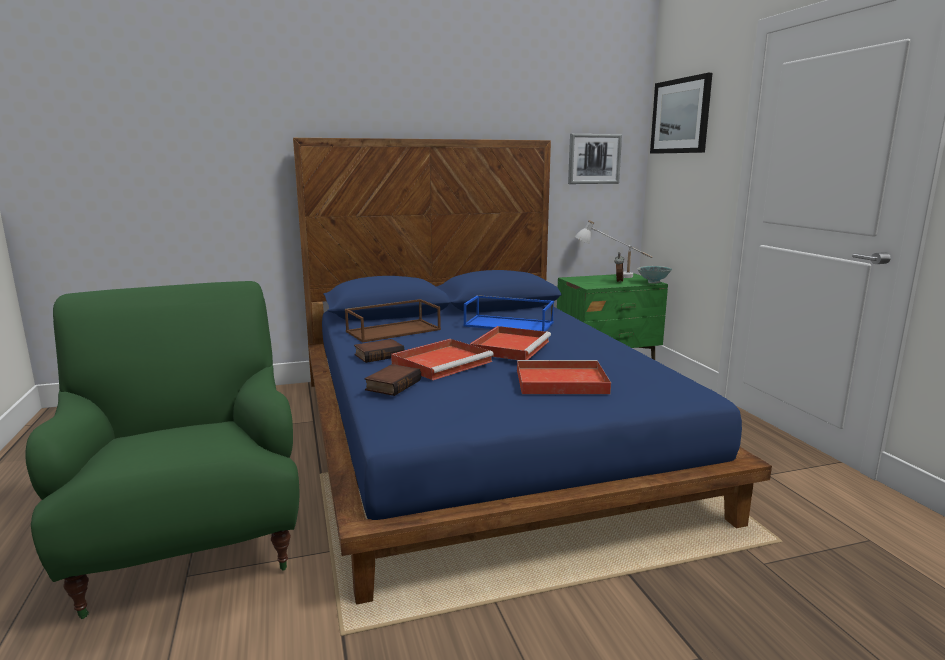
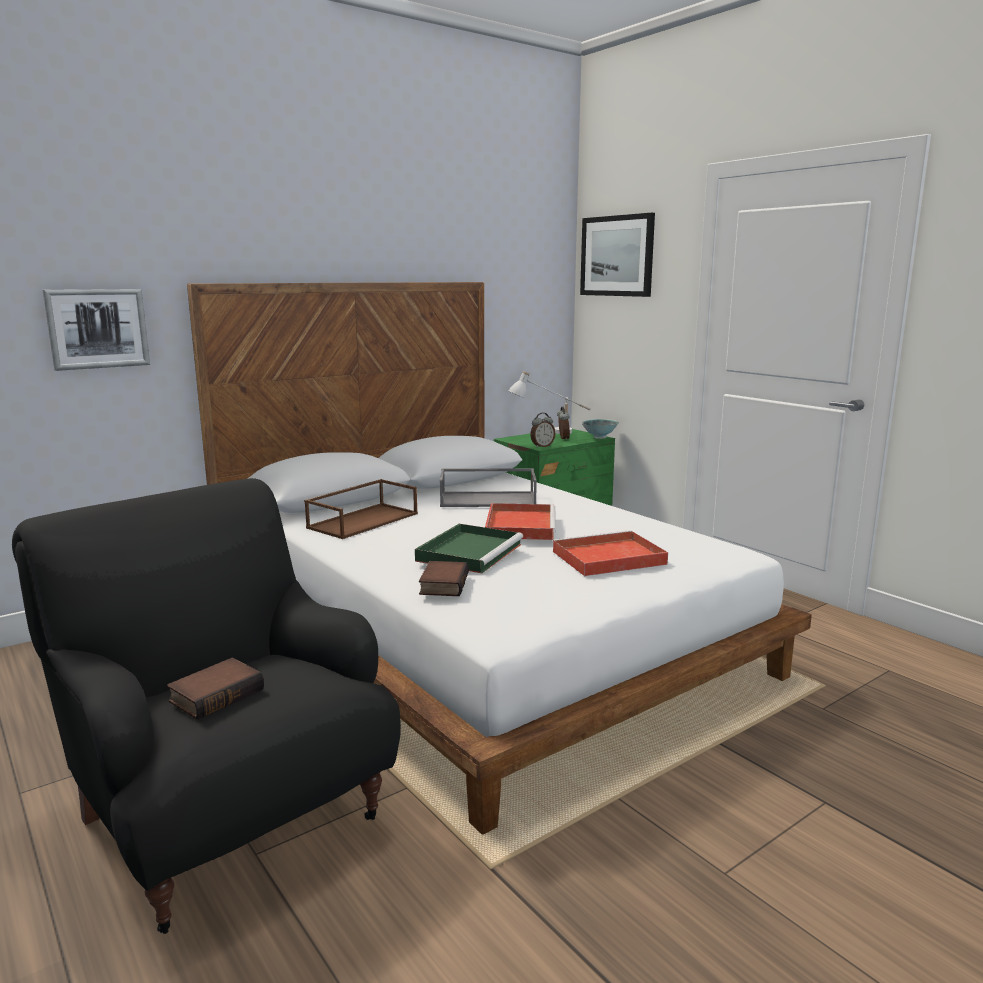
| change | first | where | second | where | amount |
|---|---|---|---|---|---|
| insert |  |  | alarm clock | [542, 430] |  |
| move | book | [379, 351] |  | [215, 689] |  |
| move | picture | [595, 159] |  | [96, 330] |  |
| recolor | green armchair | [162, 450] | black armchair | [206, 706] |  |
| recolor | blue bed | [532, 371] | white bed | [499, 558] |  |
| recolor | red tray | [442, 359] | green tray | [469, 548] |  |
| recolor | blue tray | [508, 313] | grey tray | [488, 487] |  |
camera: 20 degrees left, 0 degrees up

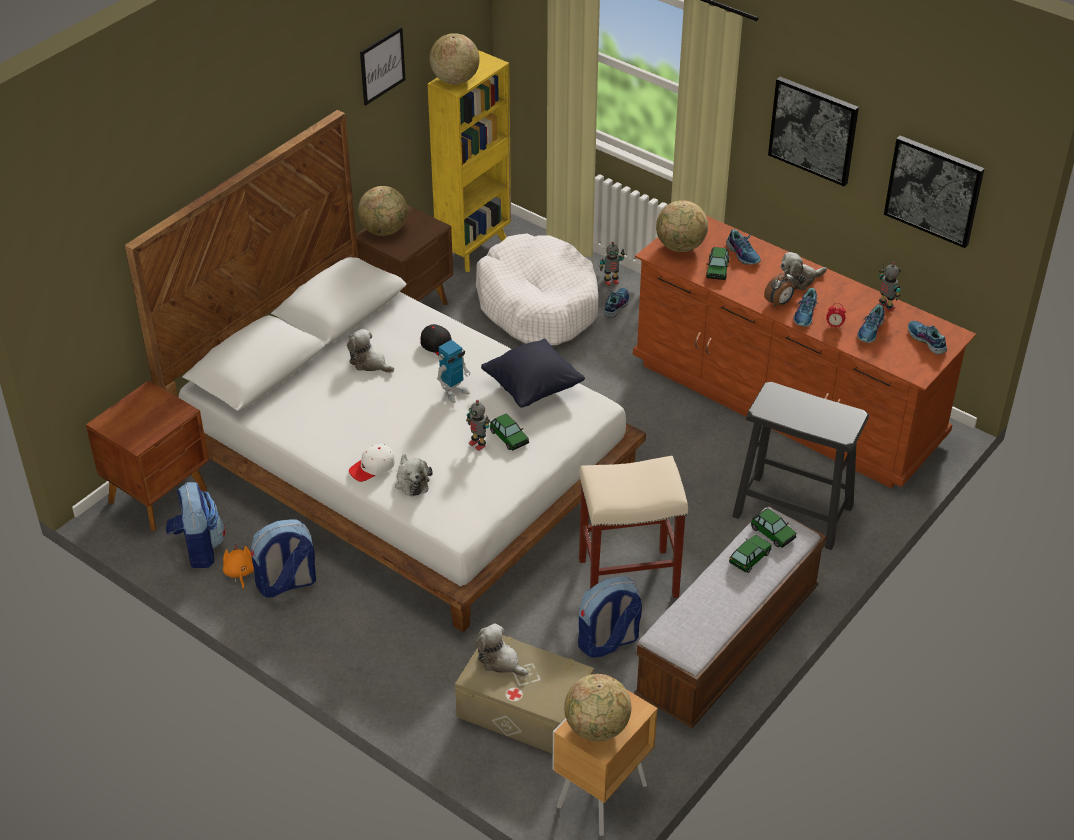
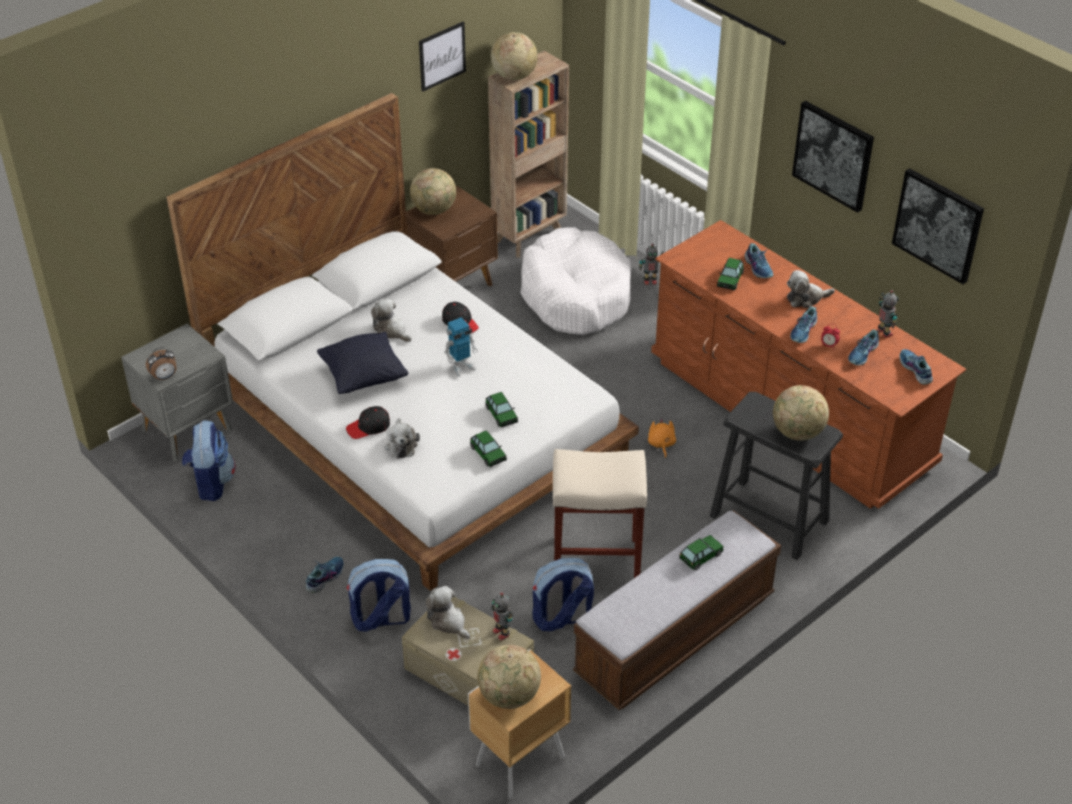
| change | first | where | second | where | amount |
|---|---|---|---|---|---|
| move | orange plush toy | [238, 567] |  | [662, 438] |  |
| move | backpack | [283, 559] |  | [379, 595] |  |
| move | toy robot | [478, 425] |  | [502, 616] |  |
| move | black pillow | [533, 373] |  | [362, 363] |  |
| move | shoe | [616, 303] |  | [325, 575] |  |
| move | globe | [682, 226] |  | [801, 413] |  |
| move | toy car | [773, 528] |  | [488, 448] |  |
| move | alarm clock | [779, 288] |  | [161, 364] |  |
| recolor | brown nightstand | [147, 455] | grey nightstand | [177, 393] |  |
| recolor | white cap | [372, 463] | black cap | [368, 422] |  |
| recolor | yellow bookcase | [469, 161] | brown bookcase | [528, 154] |  |
camera: 10 degrees right, 0 degrees up

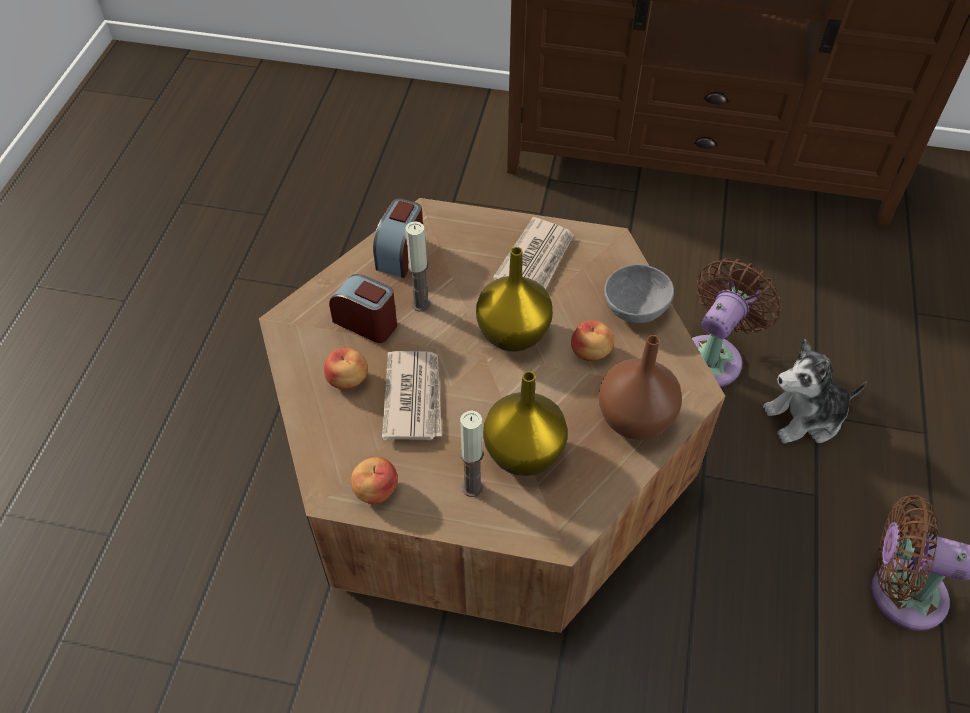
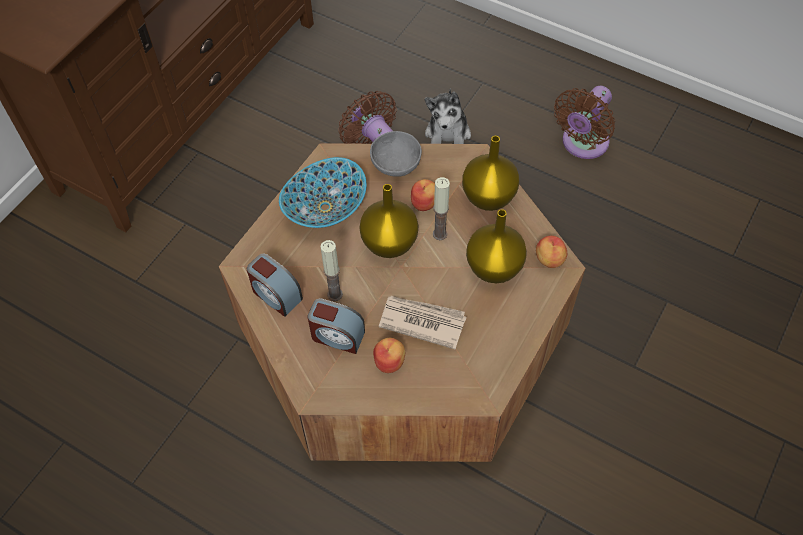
| change | first | where | second | where | amount |
|---|---|---|---|---|---|
| move | apple | [374, 480] |  | [551, 252] |  |
| move | candle | [472, 454] |  | [441, 208] |  |
| replace | newspaper | [533, 253] | bowl | [323, 192] |  |
| recolor | brown vase | [640, 387] | yellow vase | [490, 173] |  |
| rotate | alarm clock | [363, 308] |  | [336, 326] | 120 degrees counterclockwise |
camera: 70 degrees left, 5 degrees up

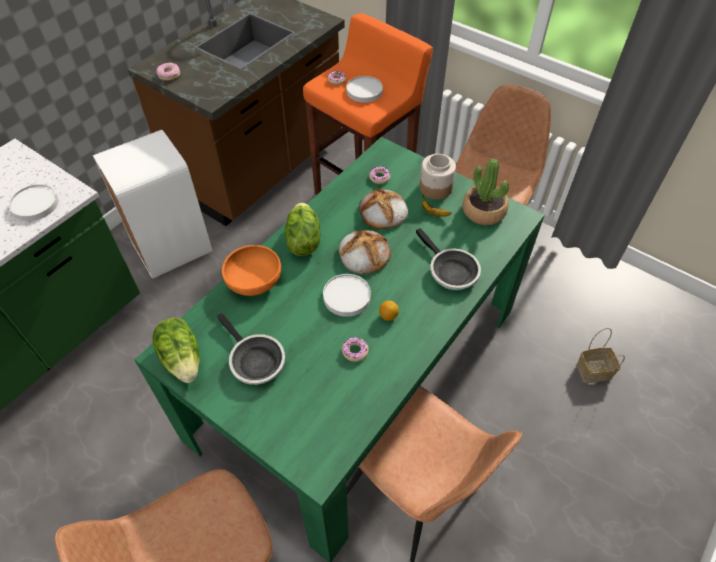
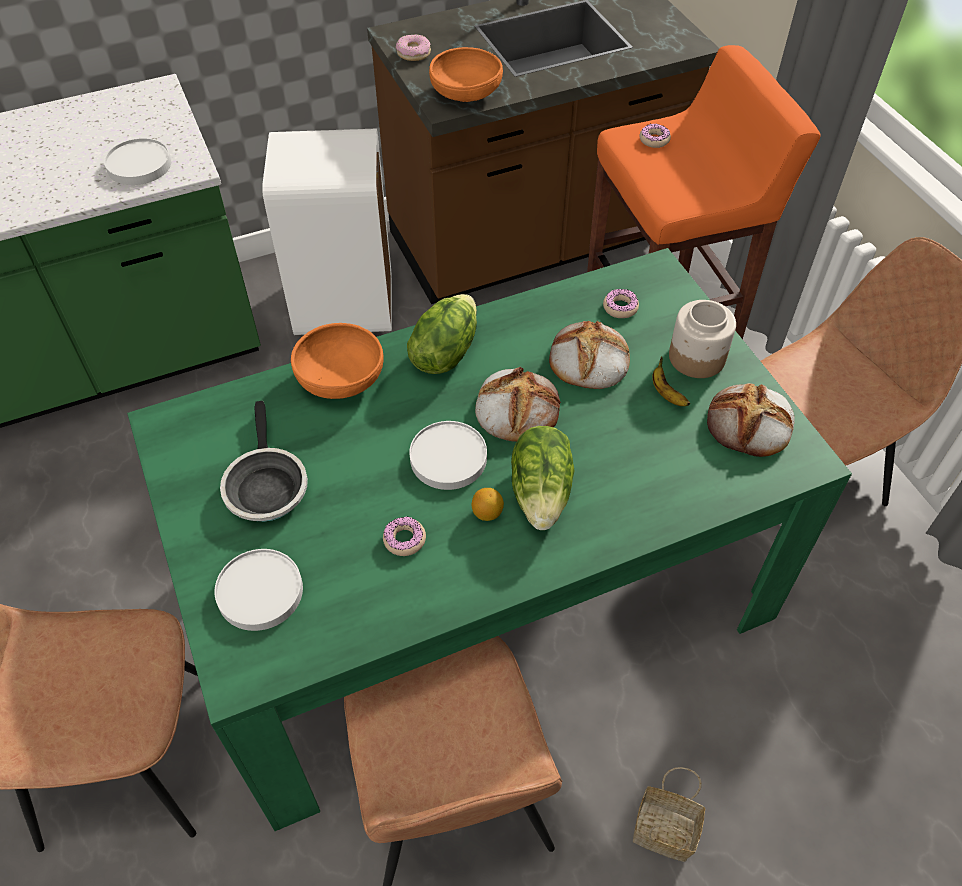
| change | first | where | second | where | amount |
|---|---|---|---|---|---|
| delete | frying pan | [448, 259] |  |  |  |
| insert |  |  | orange bowl | [466, 74] |  |
| move | lettuce | [176, 350] |  | [542, 478] |  |
| move | white plate | [364, 89] |  | [258, 590] |  |
| move | basket | [600, 355] |  | [669, 814] |  |
| replace | potted plant | [486, 192] | bread | [751, 420] |  |
camera: 30 degrees right, 0 degrees up

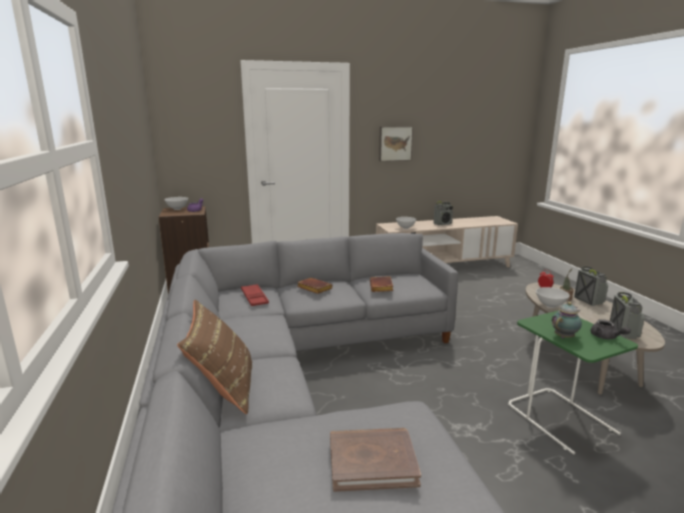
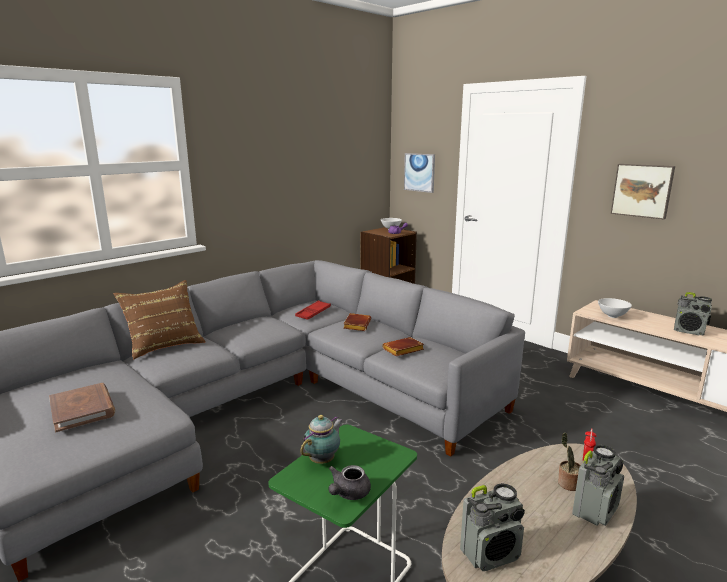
| change | first | where | second | where | amount |
|---|---|---|---|---|---|
| delete | white bowl | [553, 297] |  |  |  |
| insert |  |  | picture | [419, 173] |  |
| rotate | teapot | [567, 320] |  | [321, 439] | 75 degrees counterclockwise |
camera: 60 degrees right, 0 degrees up

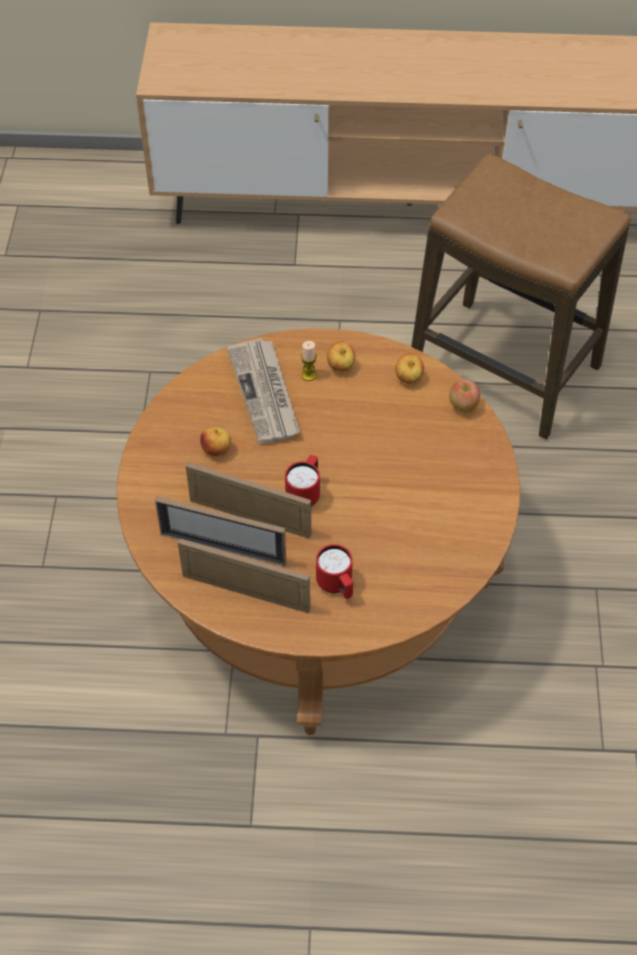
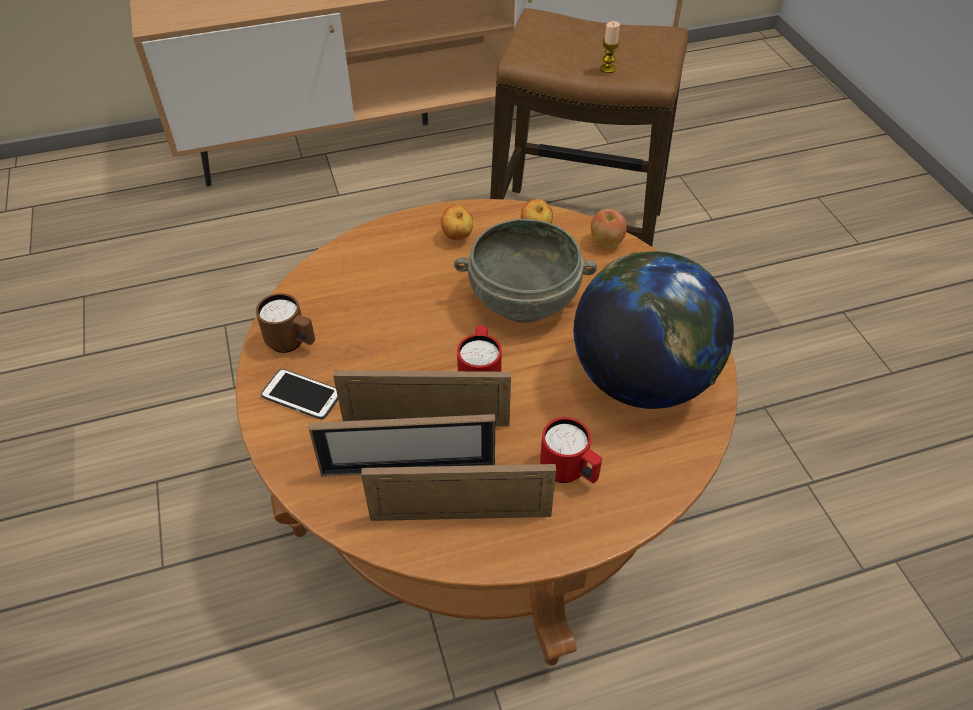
| change | first | where | second | where | amount |
|---|---|---|---|---|---|
| delete | apple | [215, 441] |  |  |  |
| delete | newspaper | [263, 391] |  |  |  |
| insert |  |  | brown mug | [285, 323] |  |
| insert |  |  | phone | [299, 394] |  |
| insert |  |  | grey bowl | [525, 271] |  |
| insert |  |  | globe | [653, 330] |  |
| move | candle | [309, 361] |  | [610, 47] |  |
camera: 20 degrees left, 5 degrees down

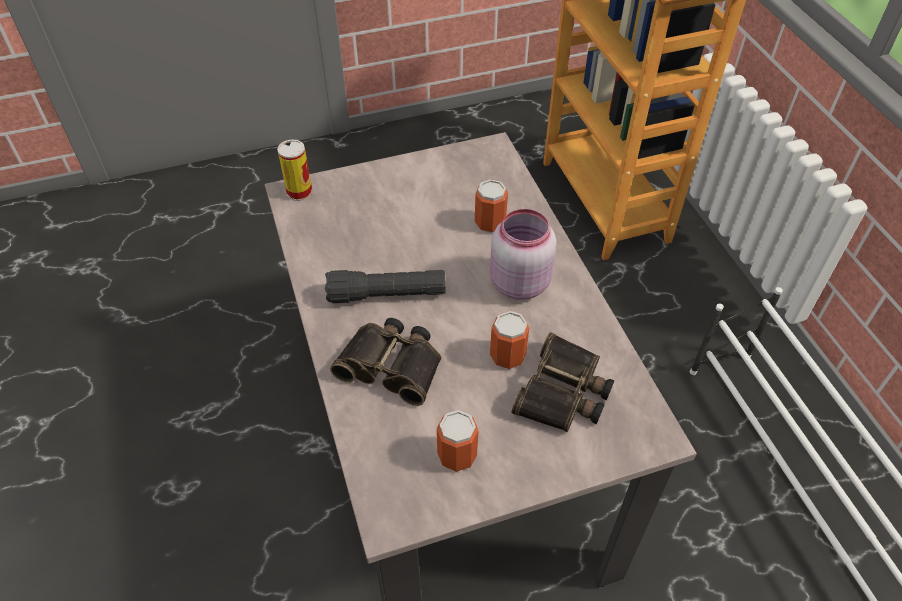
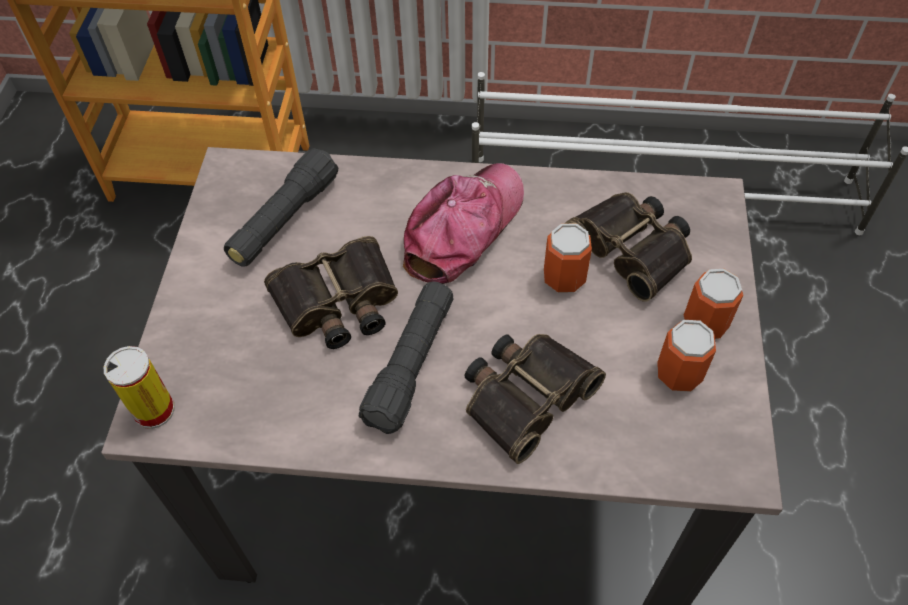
| change | first | where | second | where | amount |
|---|---|---|---|---|---|
| insert |  |  | black flashlight | [281, 207] |  |
| insert |  |  | binoculars | [331, 292] |  |
| move | can | [491, 206] |  | [713, 304] |  |
| replace | pink jar | [523, 254] | cap | [463, 223] |  |
camera: 65 degrees left, 5 degrees up

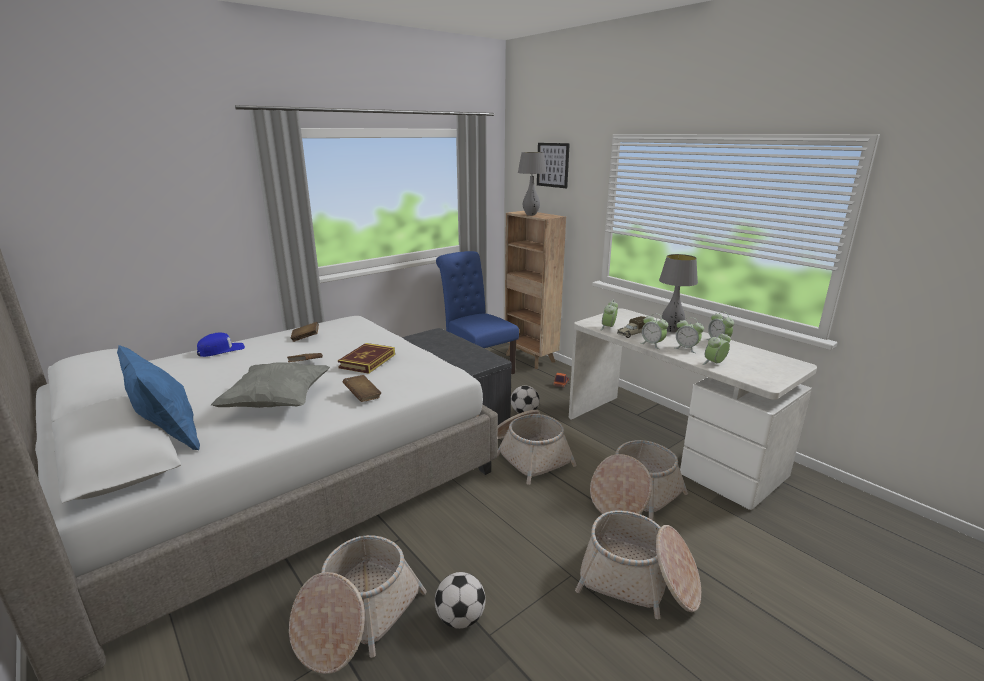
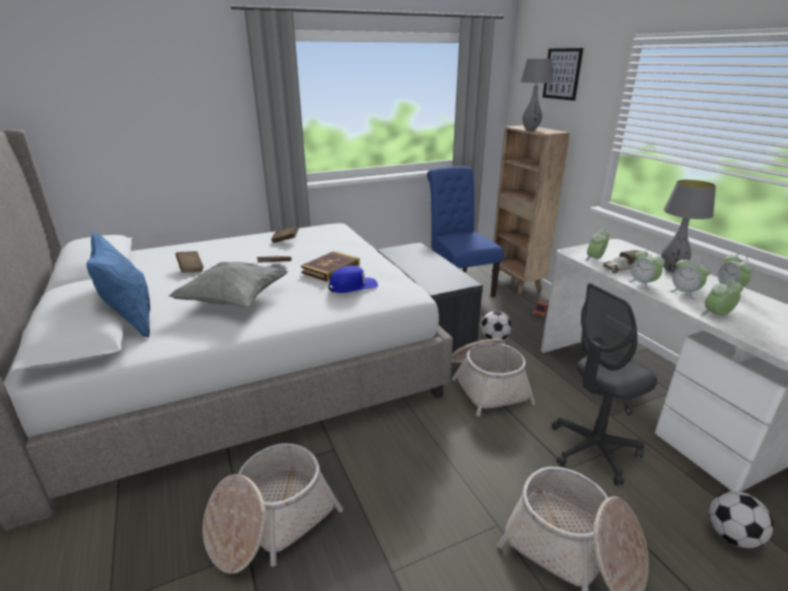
| change | first | where | second | where | amount |
|---|---|---|---|---|---|
| move | blue cap | [221, 345] |  | [353, 279] |  |
| move | brown book | [362, 388] |  | [189, 262] |  |
| move | football | [460, 600] |  | [741, 519] |  |
| replace | basket | [639, 480] | grey office chair | [604, 384] |  |
camera: 15 degrees right, 5 degrees up

